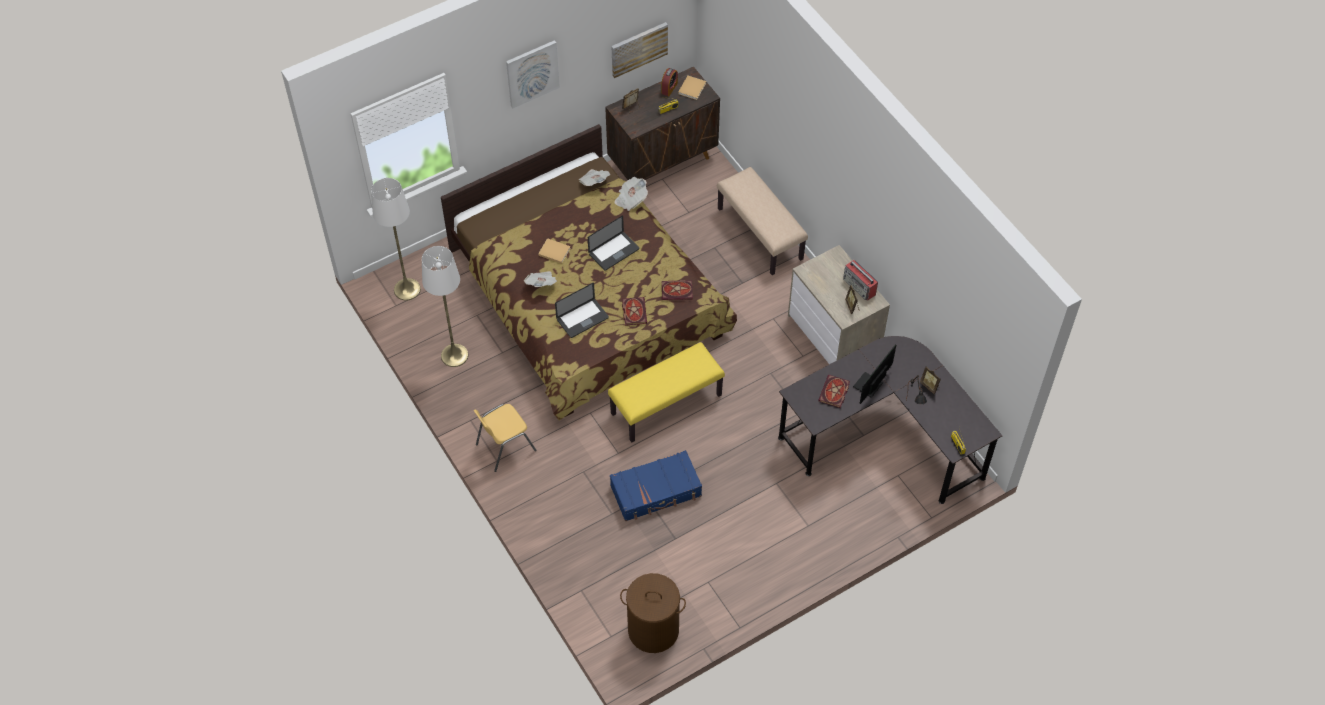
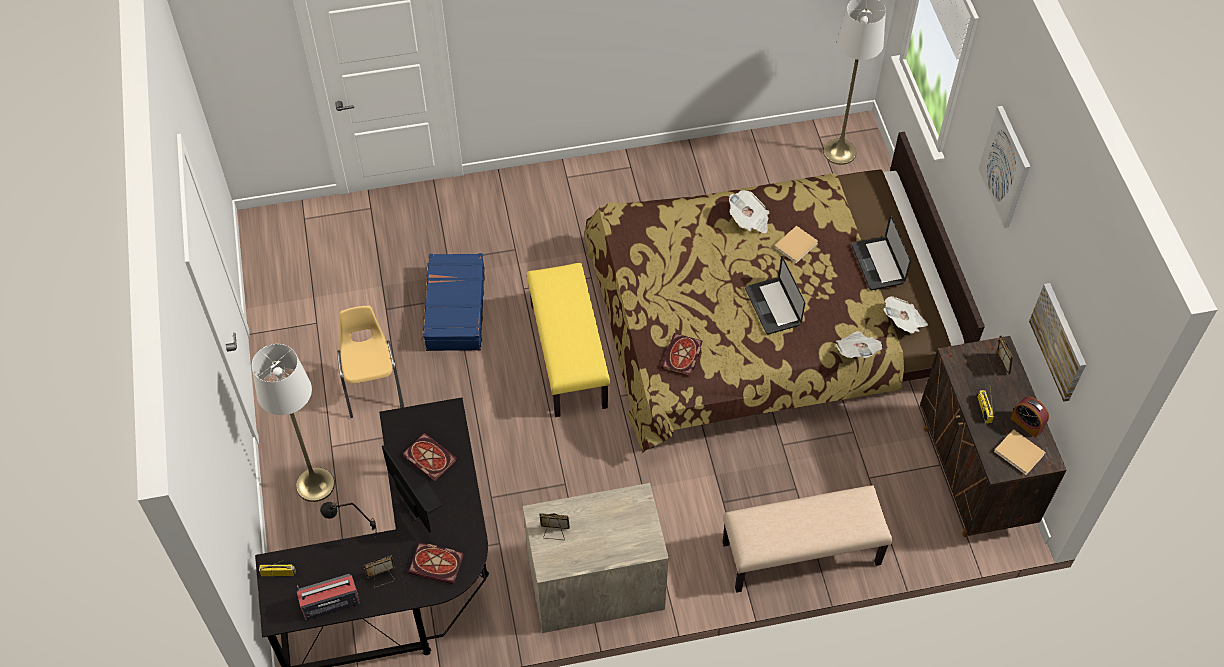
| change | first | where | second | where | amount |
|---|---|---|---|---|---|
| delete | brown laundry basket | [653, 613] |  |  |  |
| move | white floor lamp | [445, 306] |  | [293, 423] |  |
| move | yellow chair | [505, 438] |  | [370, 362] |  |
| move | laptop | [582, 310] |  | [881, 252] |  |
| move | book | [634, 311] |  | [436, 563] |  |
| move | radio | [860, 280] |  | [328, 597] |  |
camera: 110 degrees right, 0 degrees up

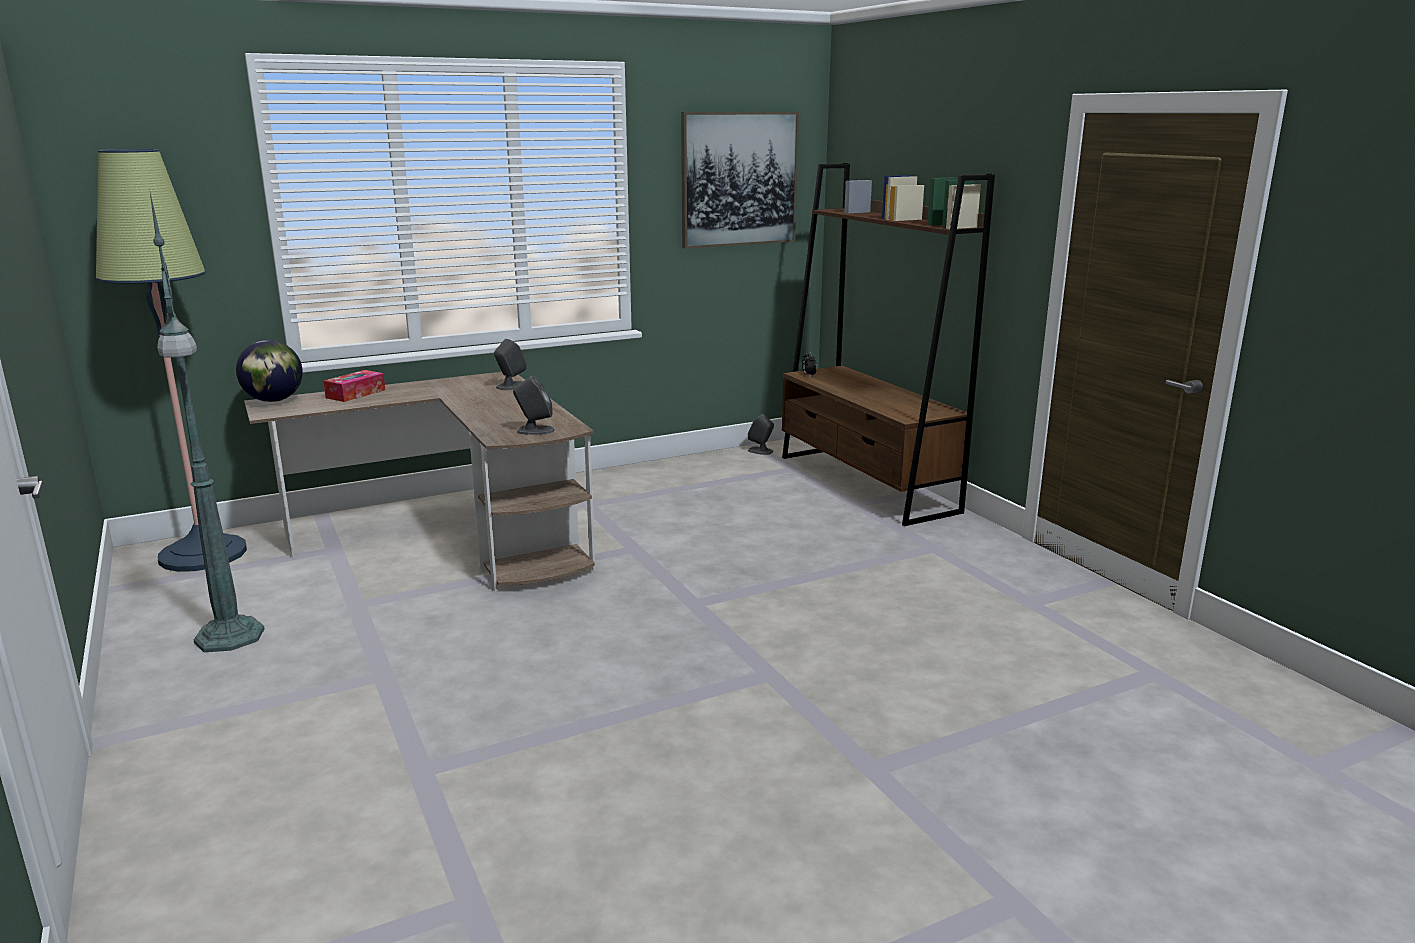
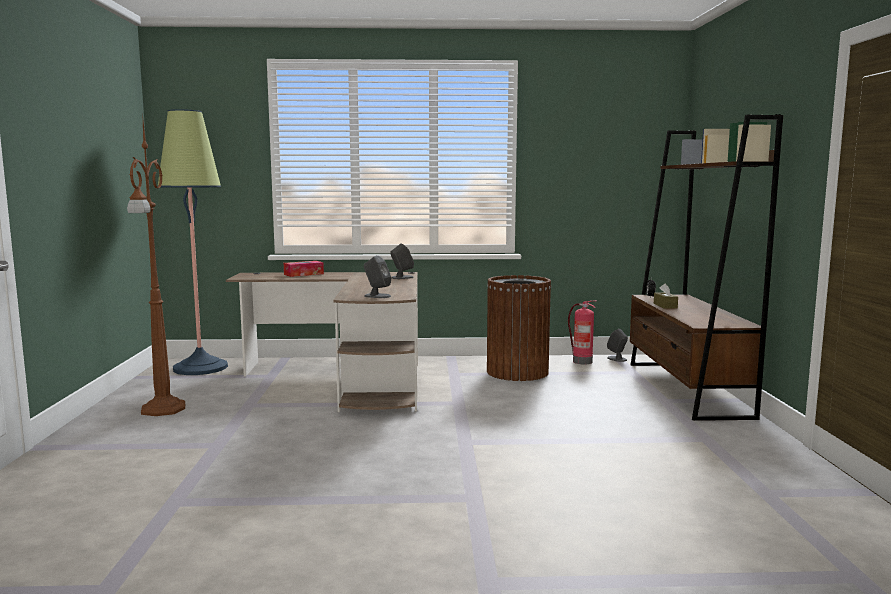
| change | first | where | second | where | amount |
|---|---|---|---|---|---|
| delete | globe | [269, 371] |  |  |  |
| delete | picture | [740, 180] |  |  |  |
| insert |  |  | brown trash can | [519, 328] |  |
| insert |  |  | fire extinguisher | [582, 332] |  |
| insert |  |  | brown tissue box | [666, 296] |  |
| recolor | green floor lamp | [206, 420] | brown floor lamp | [156, 268] |  |
camera: 25 degrees right, 10 degrees down

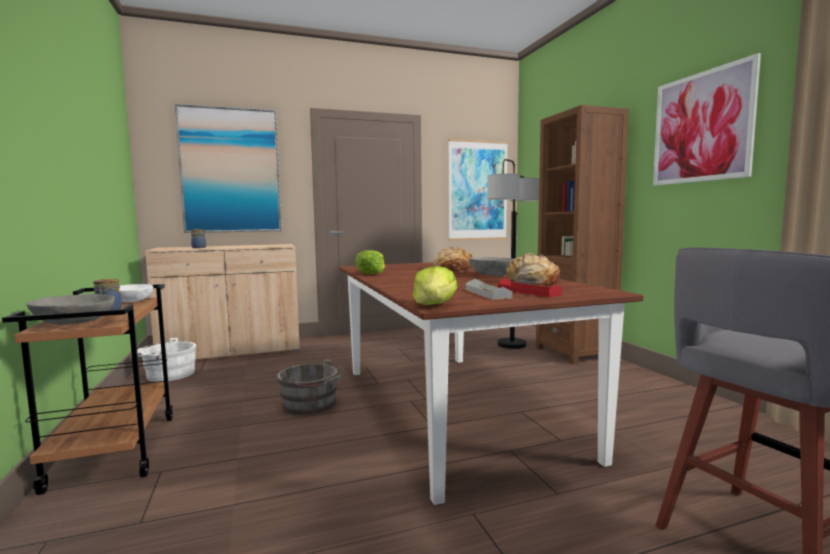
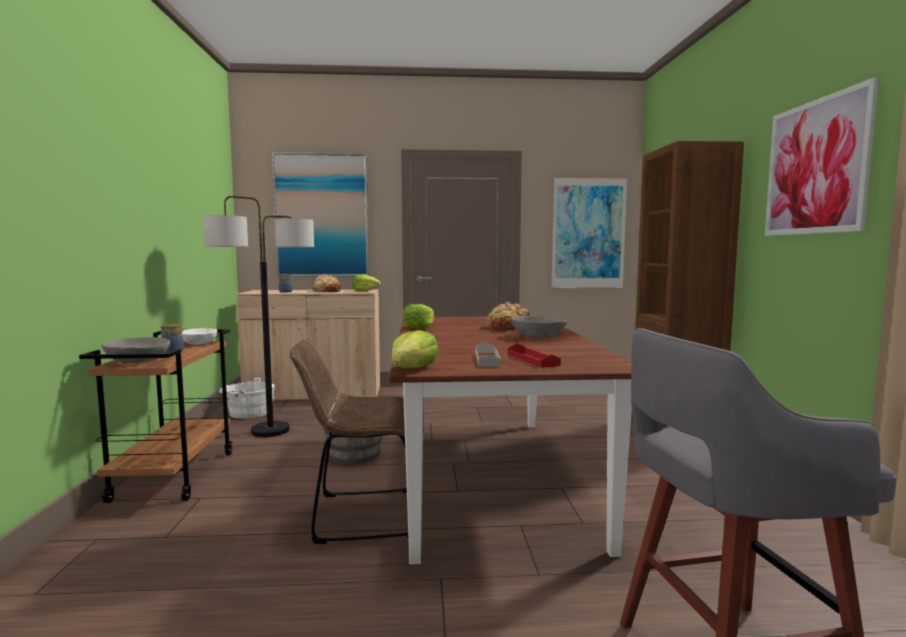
| change | first | where | second | where | amount |
|---|---|---|---|---|---|
| insert |  |  | brown chair | [356, 442] |  |
| insert |  |  | lettuce | [366, 283] |  |
| move | floor lamp | [513, 254] |  | [258, 316] |  |
| move | bread | [533, 269] |  | [326, 283] |  |
camera: 15 degrees right, 0 degrees up

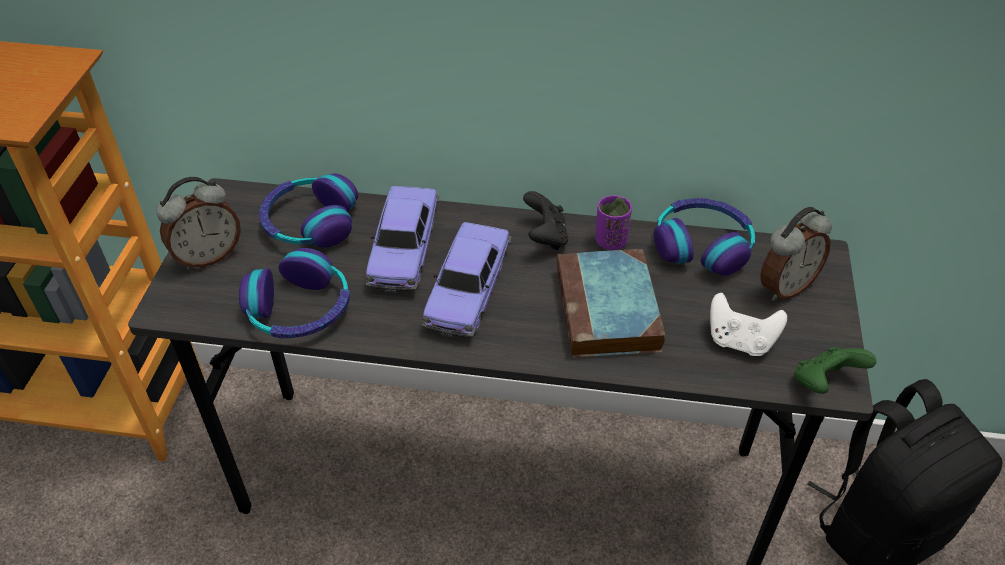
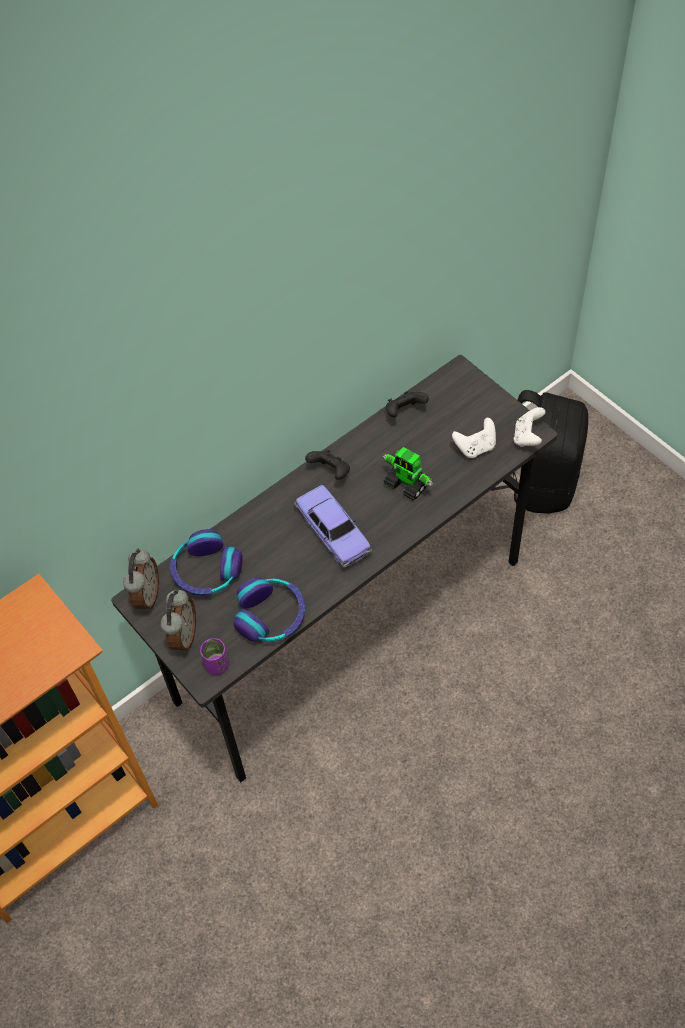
| change | first | where | second | where | amount |
|---|---|---|---|---|---|
| delete | toy car | [402, 239] |  |  |  |
| move | purple cup | [613, 222] |  | [214, 656] |  |
| move | alarm clock | [796, 254] |  | [141, 580] |  |
| replace | book | [610, 303] | toy robot | [408, 474] |  |
| replace | headphones | [704, 237] | black game controller | [407, 404] |  |
| recolor | green game controller | [835, 370] | white game controller | [530, 427] |  |
camera: 45 degrees left, 10 degrees up

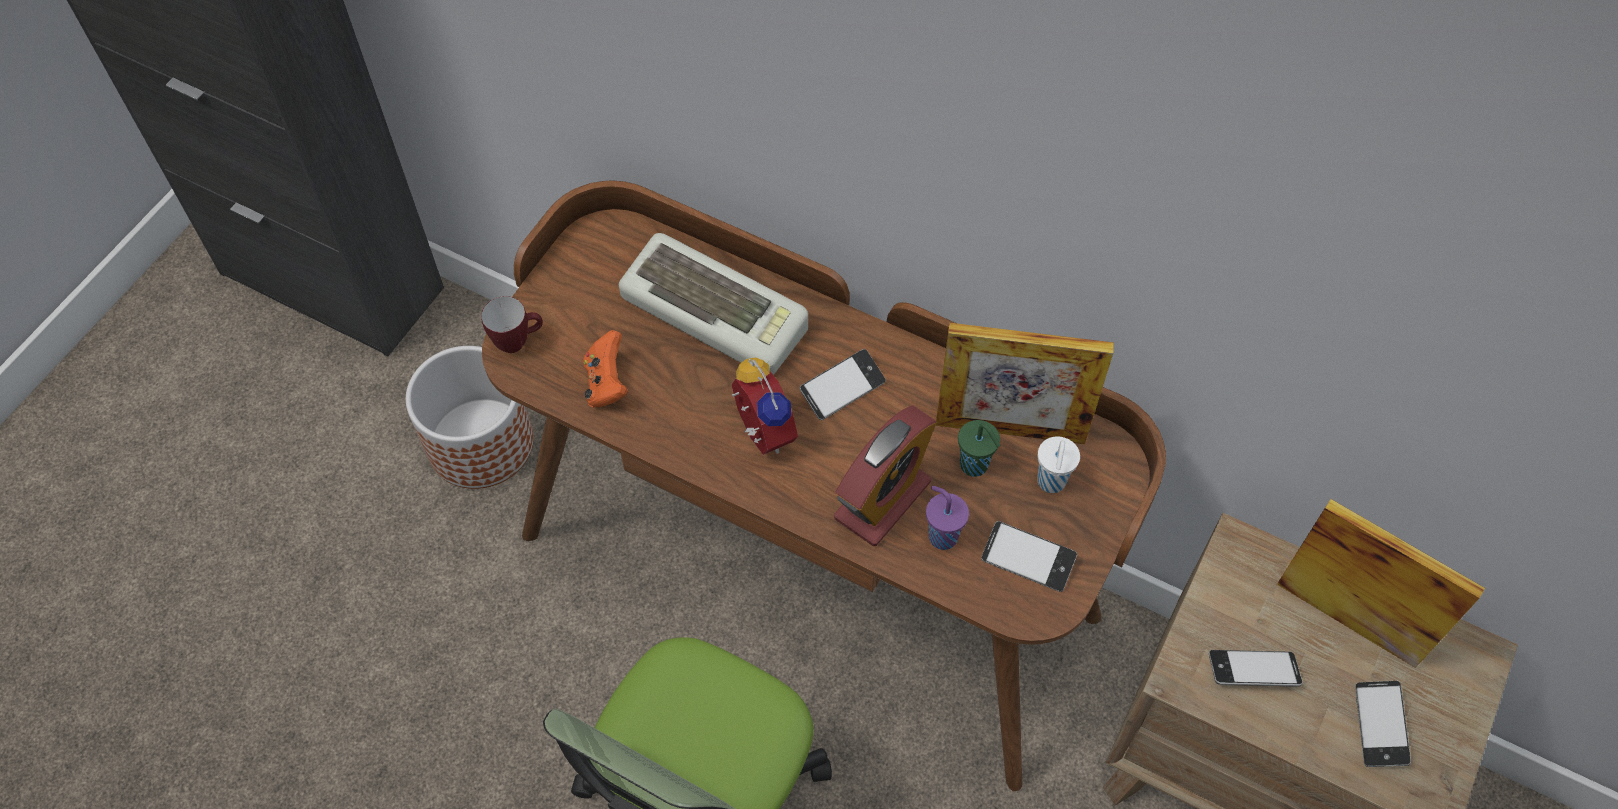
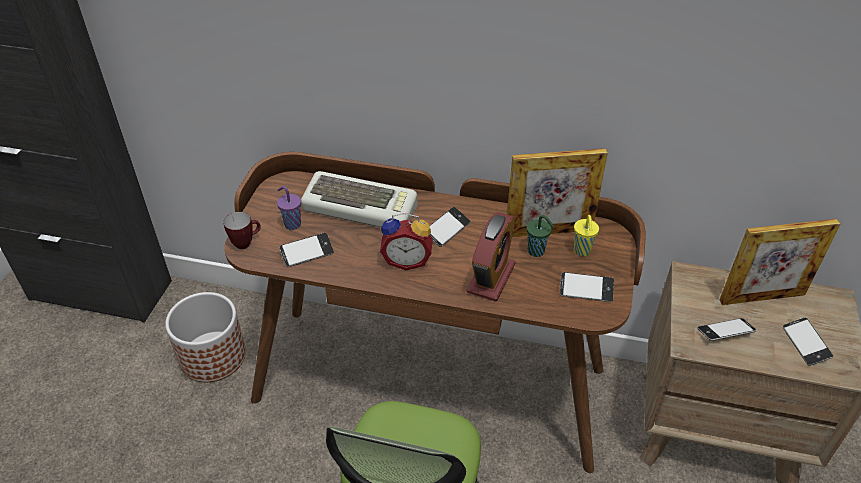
| change | first | where | second | where | amount |
|---|---|---|---|---|---|
| move | purple cup | [947, 518] |  | [289, 208] |  |
| replace | orange game controller | [605, 369] | phone | [306, 250] |  |
| recolor | white cup | [1058, 464] | yellow cup | [586, 235] |  |
| rotate | alarm clock | [764, 406] |  | [406, 241] | 135 degrees clockwise |
| rotate | picture frame | [1381, 583] |  | [780, 262] | 150 degrees clockwise |
camera: 15 degrees left, 15 degrees down

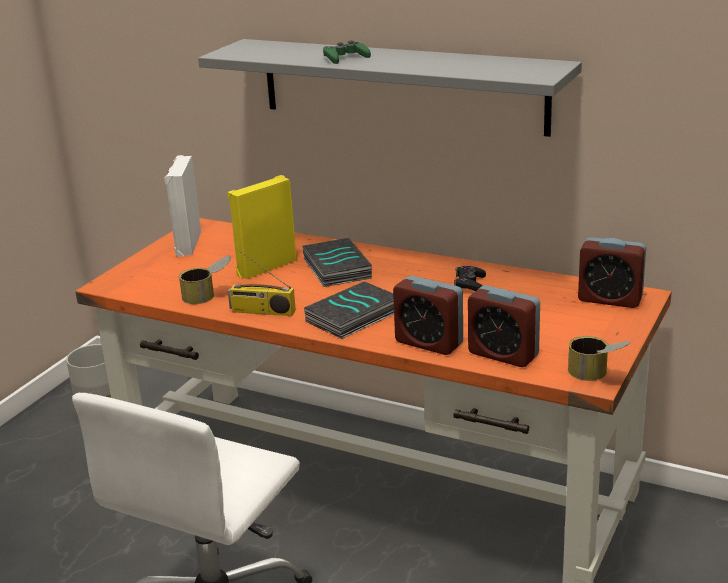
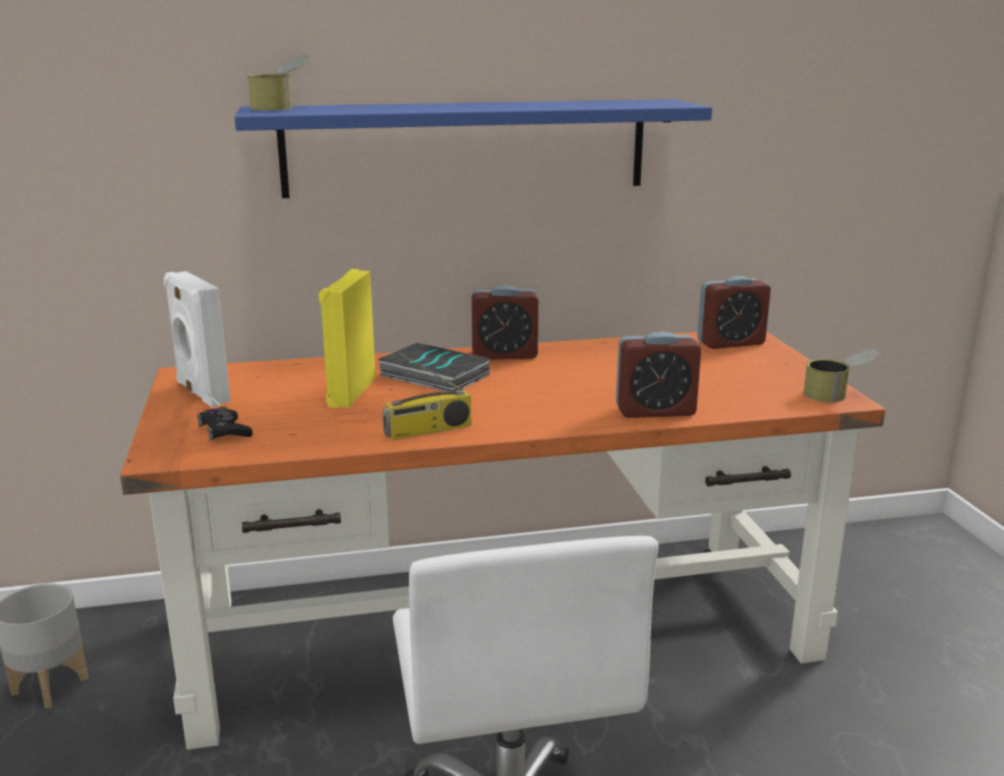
| change | first | where | second | where | amount |
|---|---|---|---|---|---|
| delete | book | [349, 310] |  |  |  |
| delete | green game controller | [347, 52] |  |  |  |
| move | can | [205, 280] |  | [278, 82] |  |
| move | black game controller | [470, 278] |  | [225, 424] |  |
| move | alarm clock | [504, 326] |  | [505, 322] |  |
| recolor | grey shelf | [390, 88] | blue shelf | [473, 148] |  |
camera: 40 degrees left, 5 degrees down

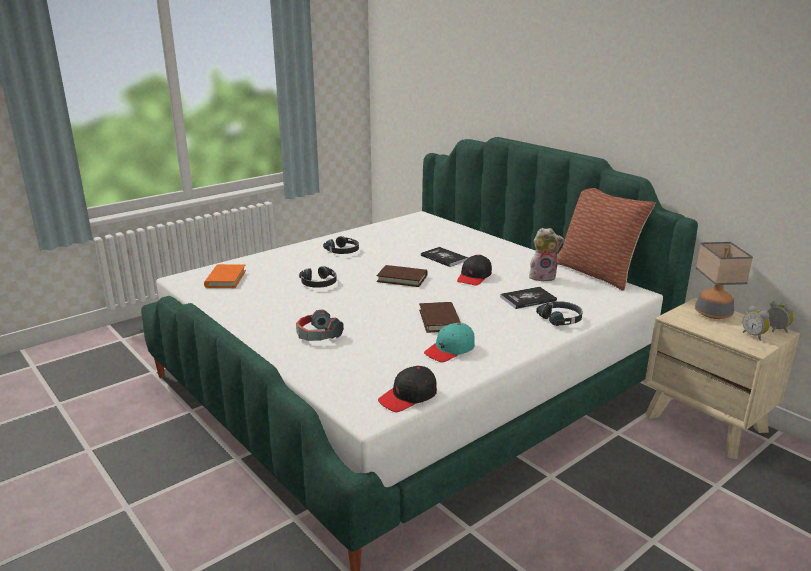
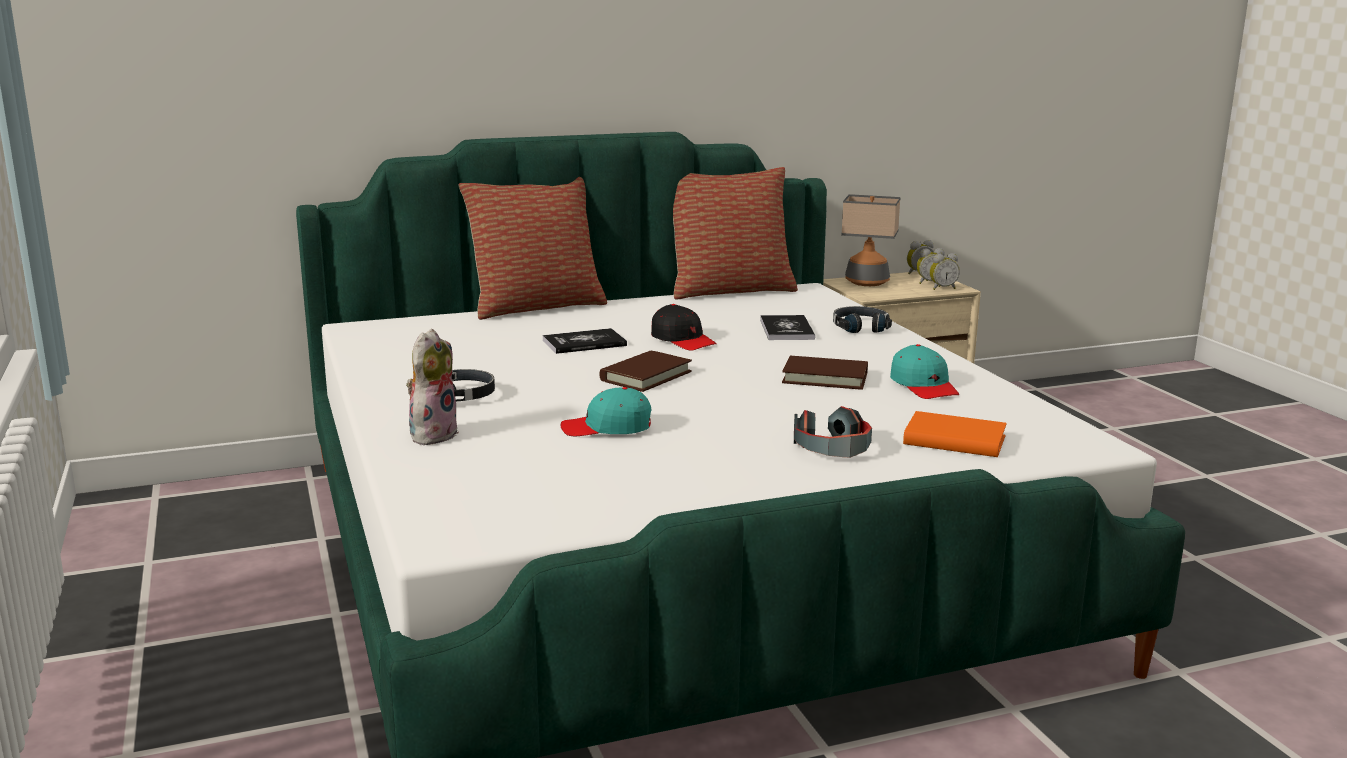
| change | first | where | second | where | amount |
|---|---|---|---|---|---|
| delete | black cap | [407, 389] |  |  |  |
| insert |  |  | pillow | [532, 248] |  |
| insert |  |  | alarm clock | [945, 271] |  |
| move | orange book | [225, 276] |  | [955, 434] |  |
| move | plush toy | [546, 255] |  | [432, 387] |  |
| replace | black headphones | [318, 277] | turquoise cap | [606, 411] |  |
camera: 70 degrees left, 5 degrees down

